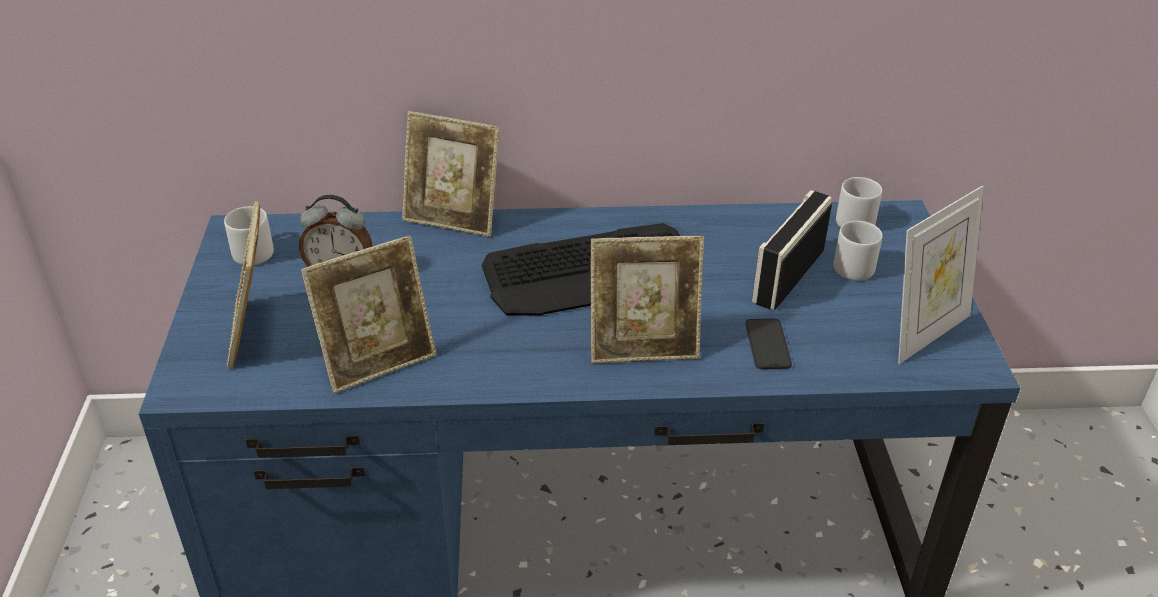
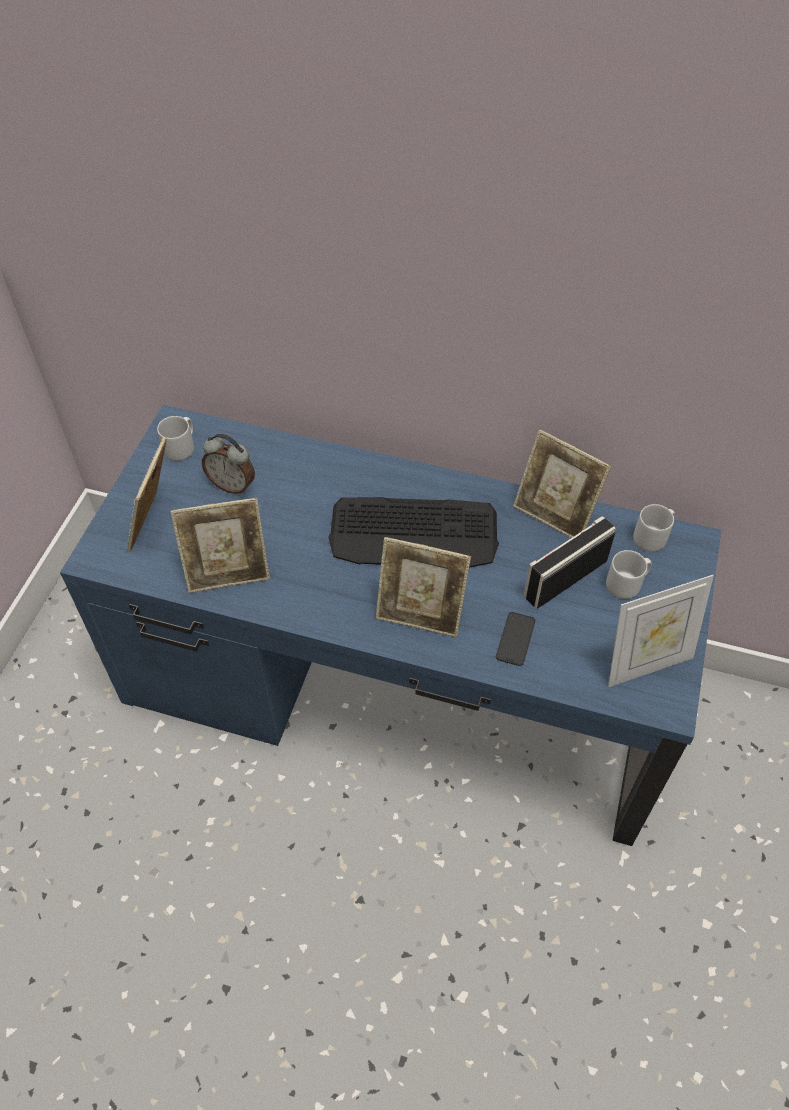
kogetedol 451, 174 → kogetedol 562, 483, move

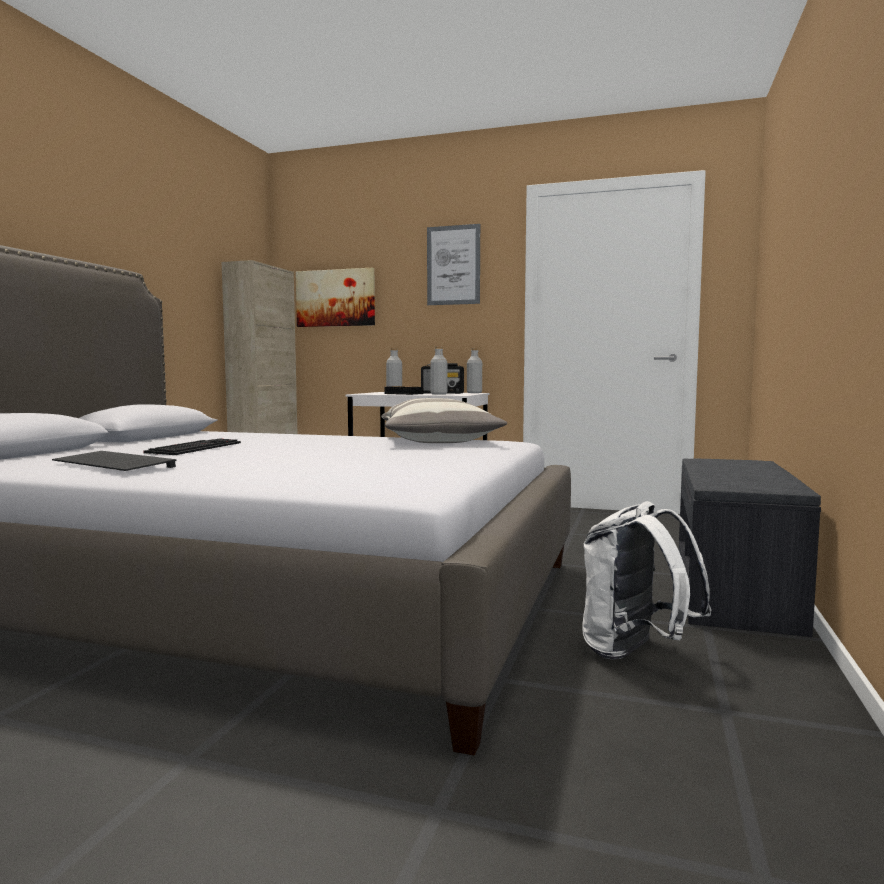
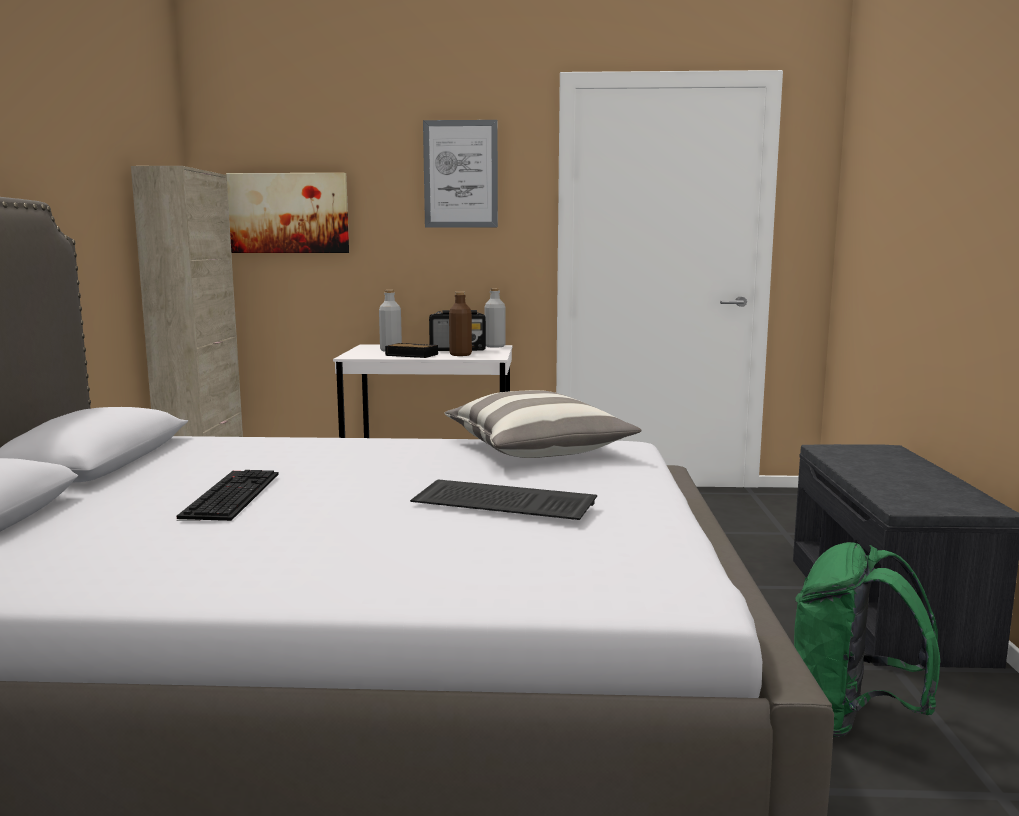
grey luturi 438, 371 → brown luturi 460, 324
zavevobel 114, 461 → zavevobel 503, 499, move
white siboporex 647, 580 → green siboporex 867, 639

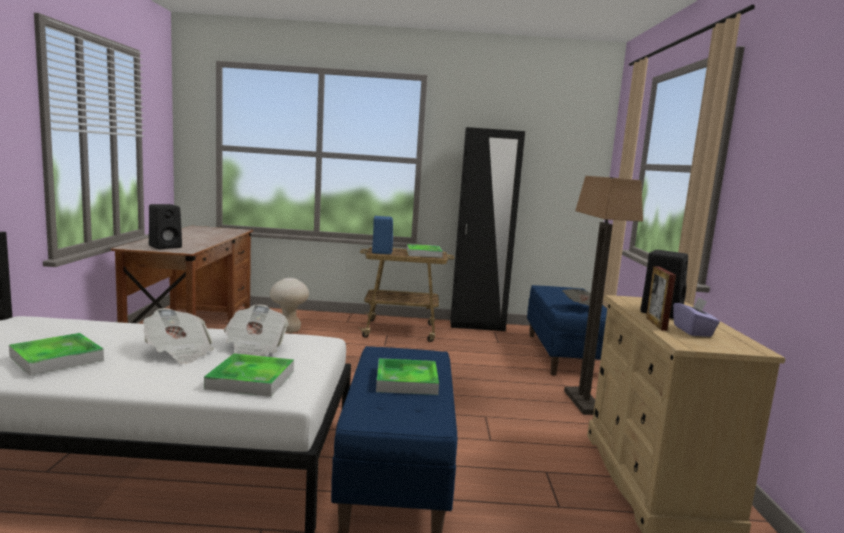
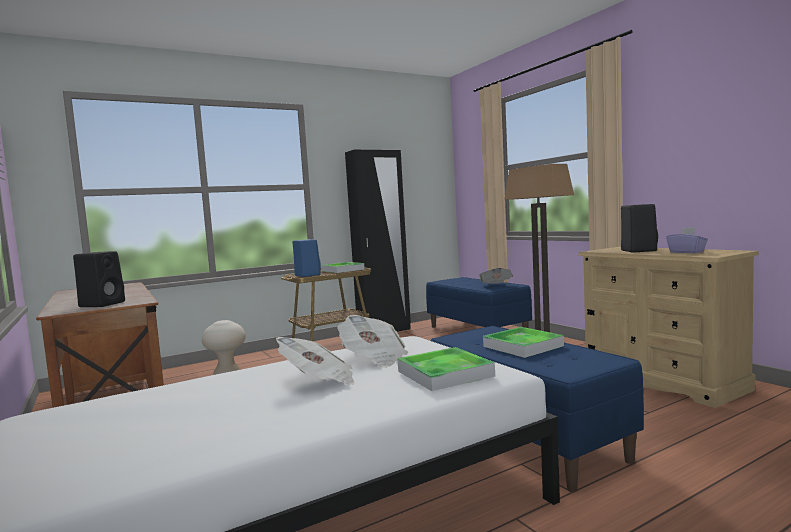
kogetedol 661, 298 → -
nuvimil 56, 354 → -

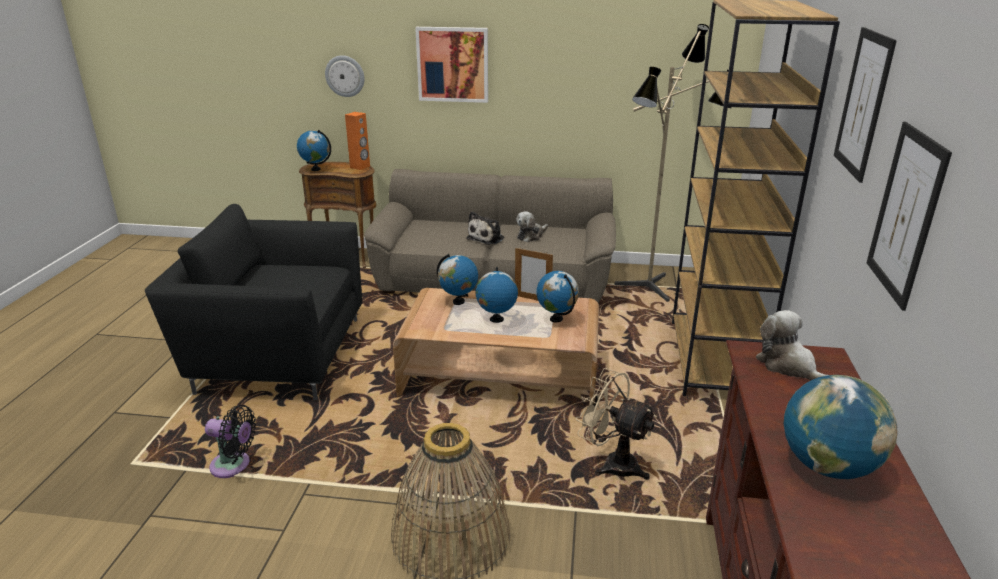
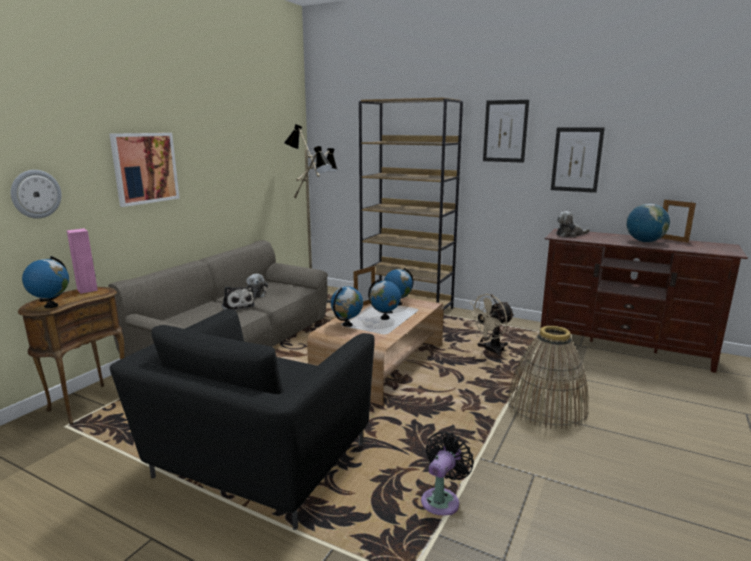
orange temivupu 357, 141 → pink temivupu 82, 261
- → kogetedol 678, 221

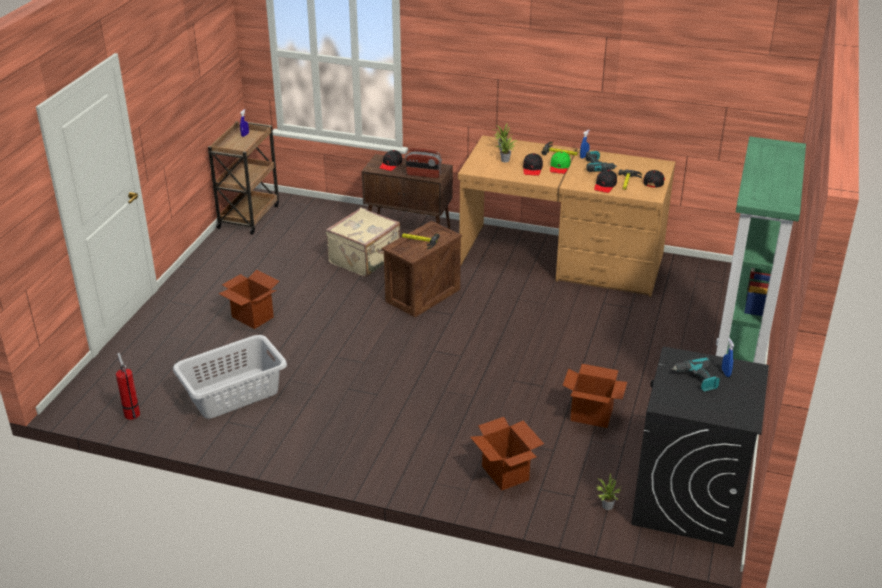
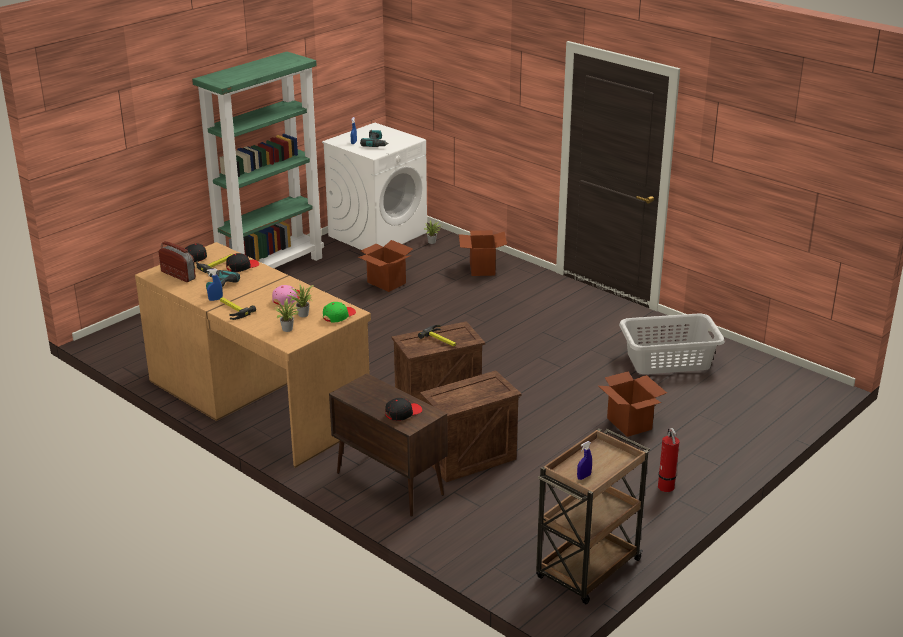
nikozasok 423, 163 → nikozasok 177, 261, move
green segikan 560, 162 → green segikan 339, 312, move
black segikan 533, 164 → pink segikan 286, 295
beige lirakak 362, 242 → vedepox 471, 426
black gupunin 700, 447 → white gupunin 374, 186
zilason 128, 386 → zilason 668, 460, move

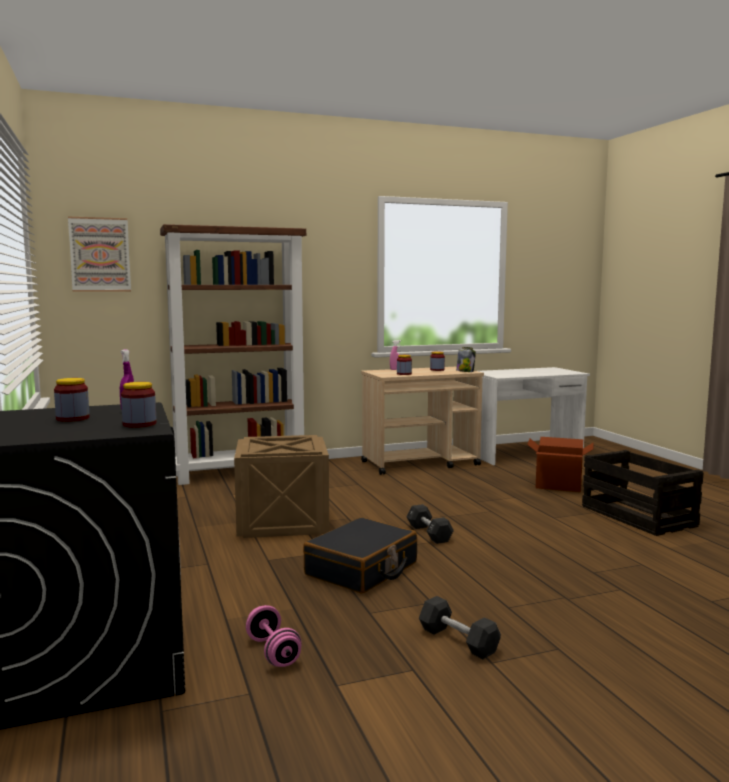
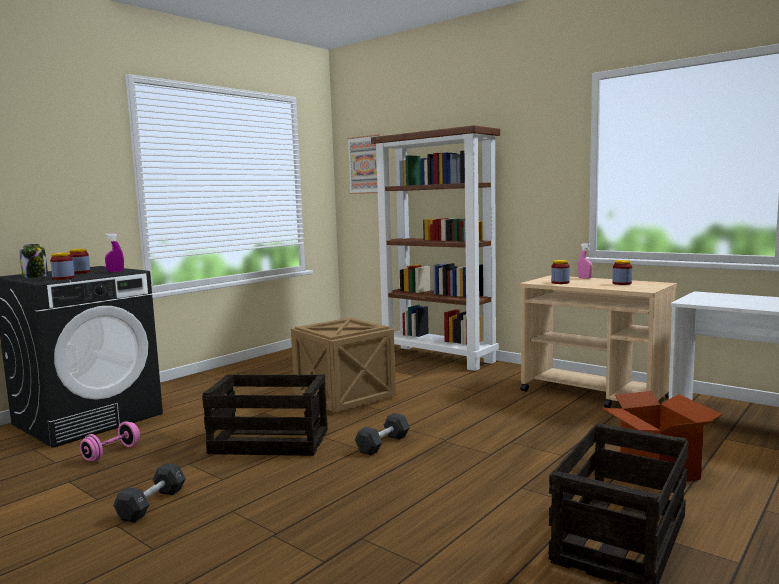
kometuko 466, 359 → kometuko 33, 261, move
black lirakak 360, 555 → vedepox 265, 415

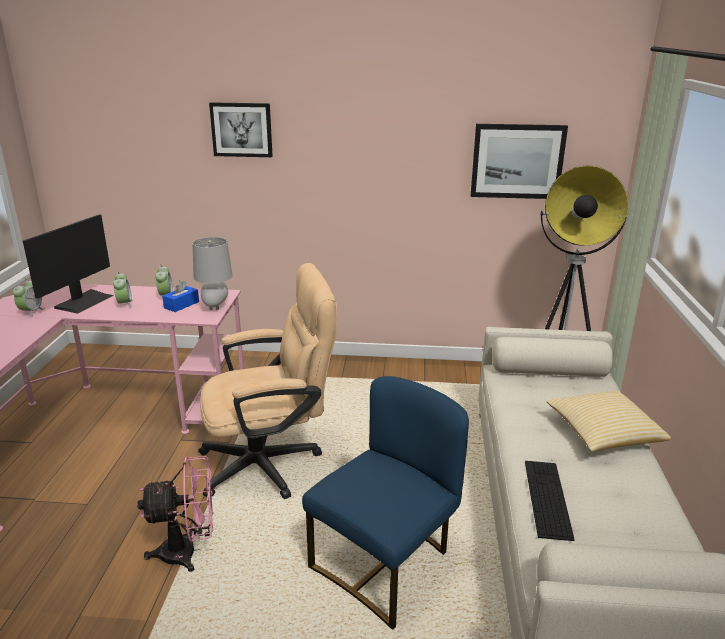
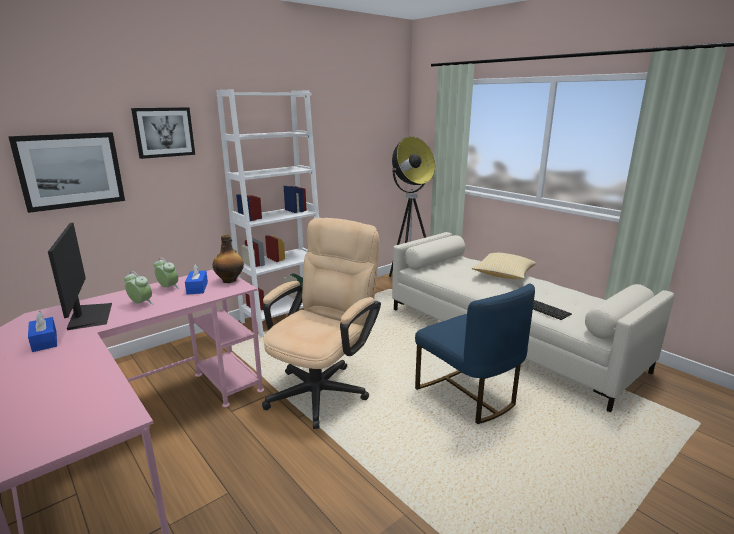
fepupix 519, 161 → fepupix 66, 172, move
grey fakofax 213, 273 → luturi 228, 258
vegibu 29, 298 → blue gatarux 42, 331
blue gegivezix 385, 503 → blue gegivezix 475, 353, 150 degrees clockwise
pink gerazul 175, 514 → -
- → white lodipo 267, 213

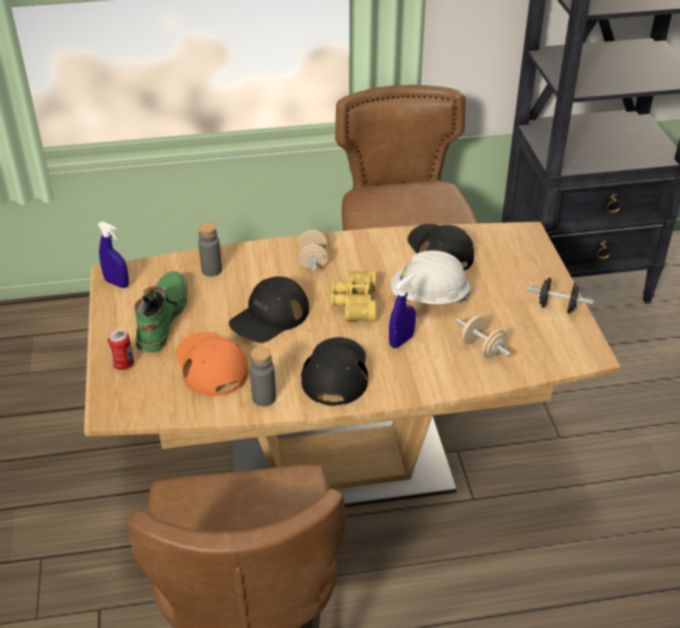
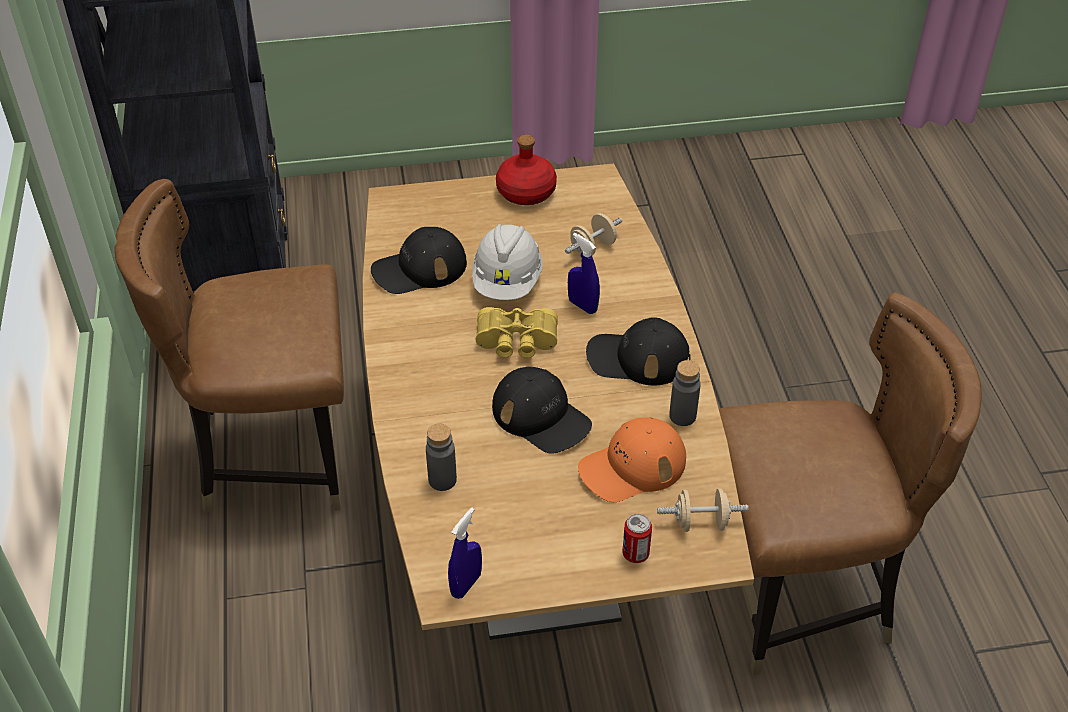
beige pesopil 313, 250 → beige pesopil 703, 510, move
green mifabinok 161, 312 → -
black pesopil 560, 295 → red luturi 526, 170

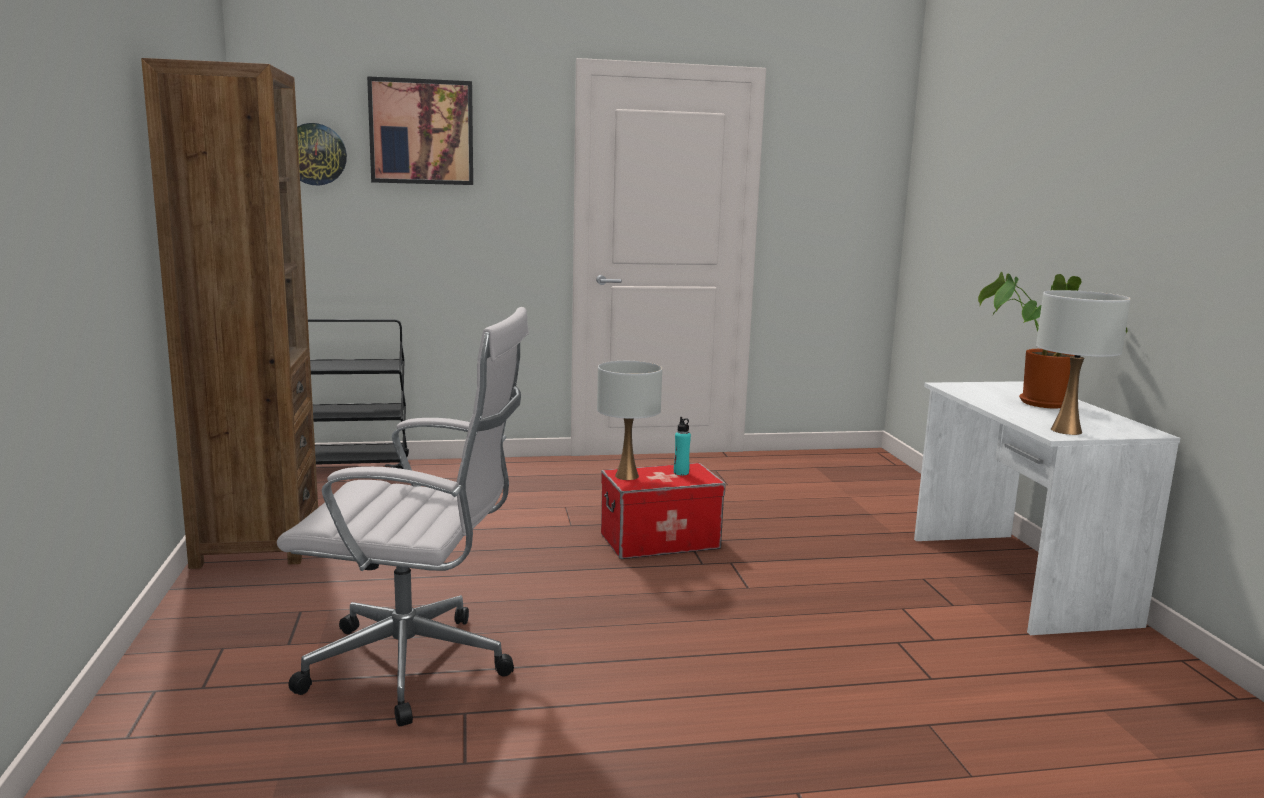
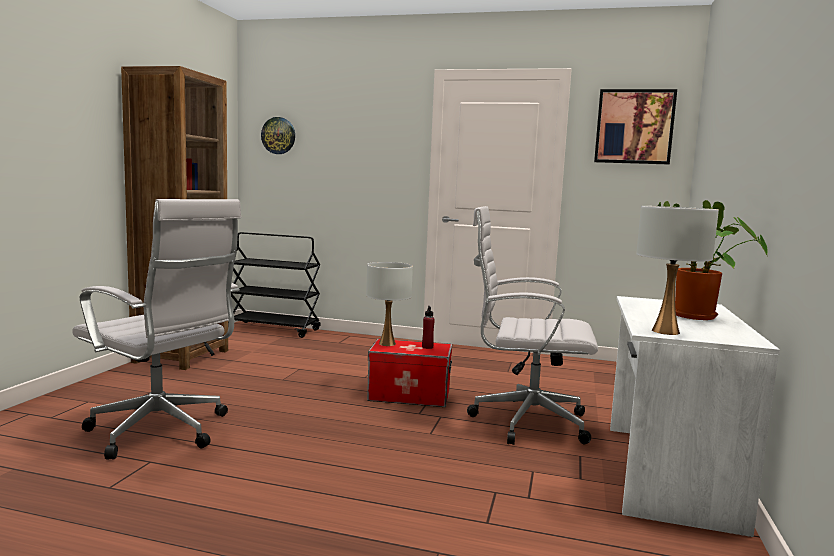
fepupix 420, 130 → fepupix 635, 126, move
turquoise luturi 682, 446 → red luturi 428, 327
- → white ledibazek 532, 325

